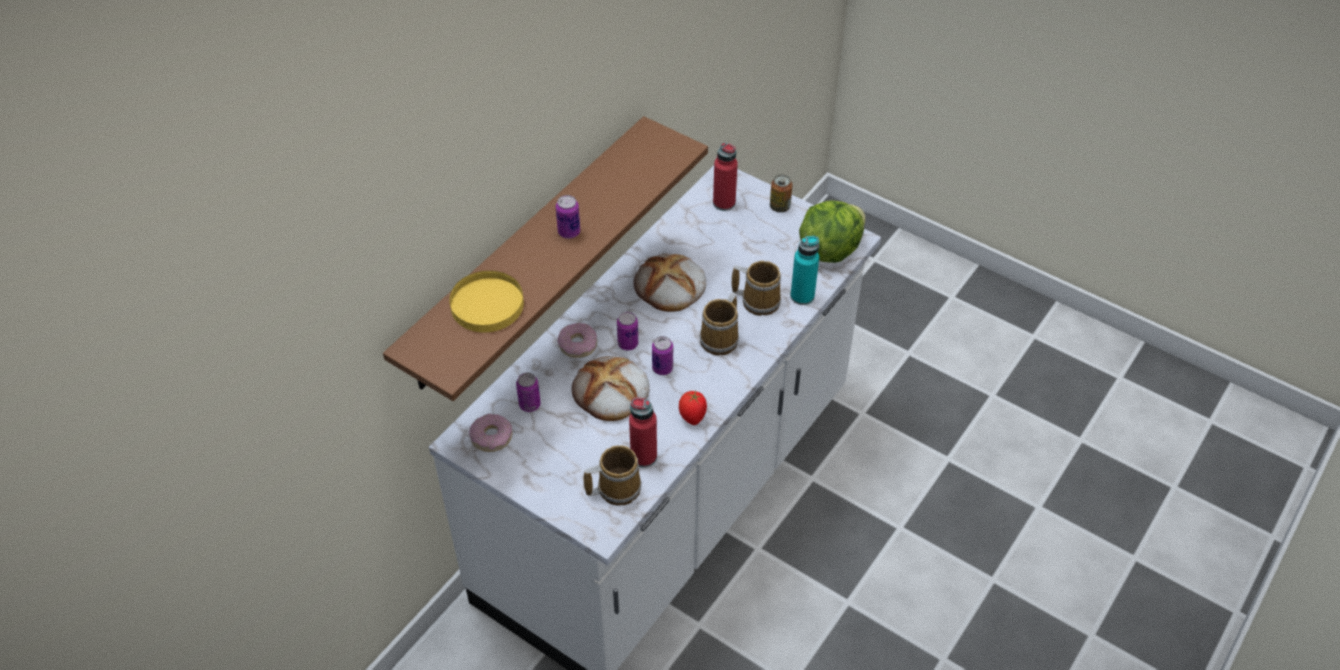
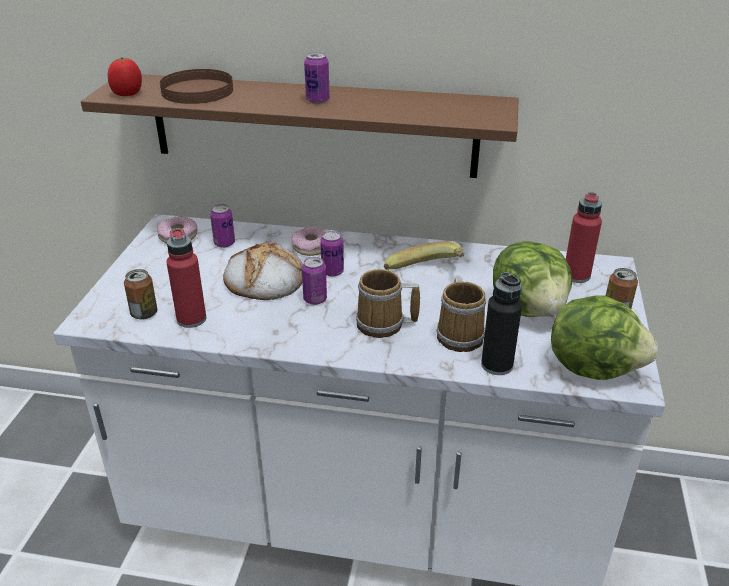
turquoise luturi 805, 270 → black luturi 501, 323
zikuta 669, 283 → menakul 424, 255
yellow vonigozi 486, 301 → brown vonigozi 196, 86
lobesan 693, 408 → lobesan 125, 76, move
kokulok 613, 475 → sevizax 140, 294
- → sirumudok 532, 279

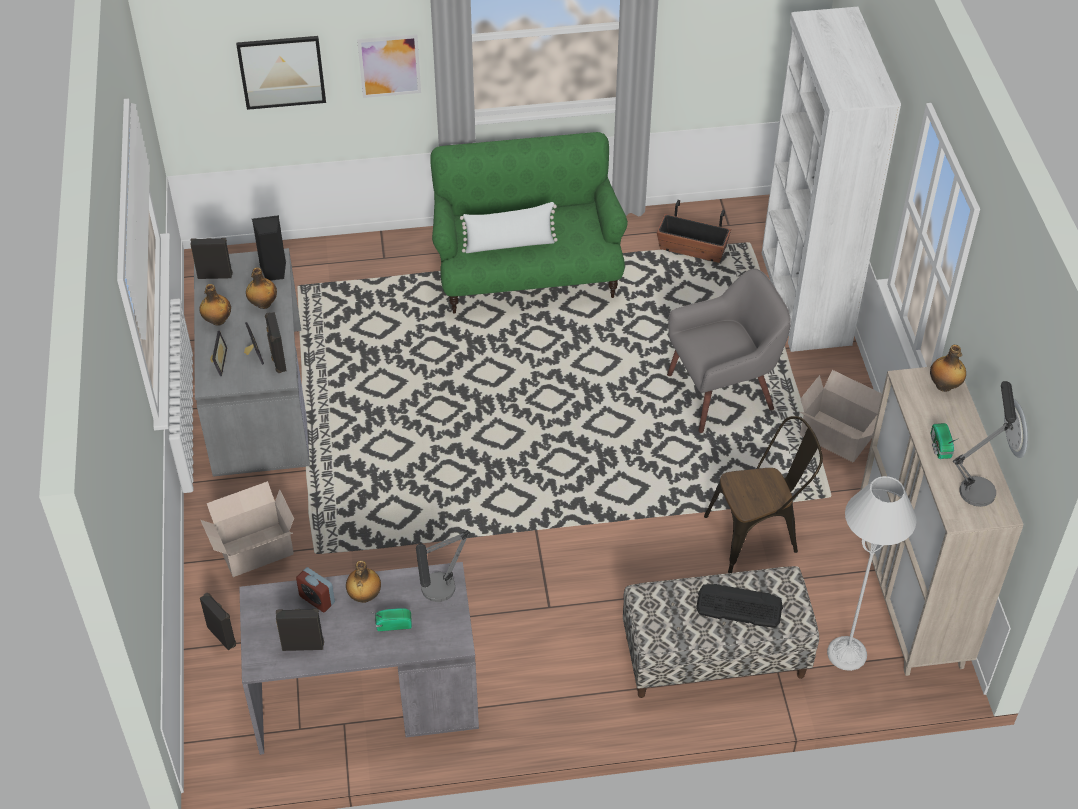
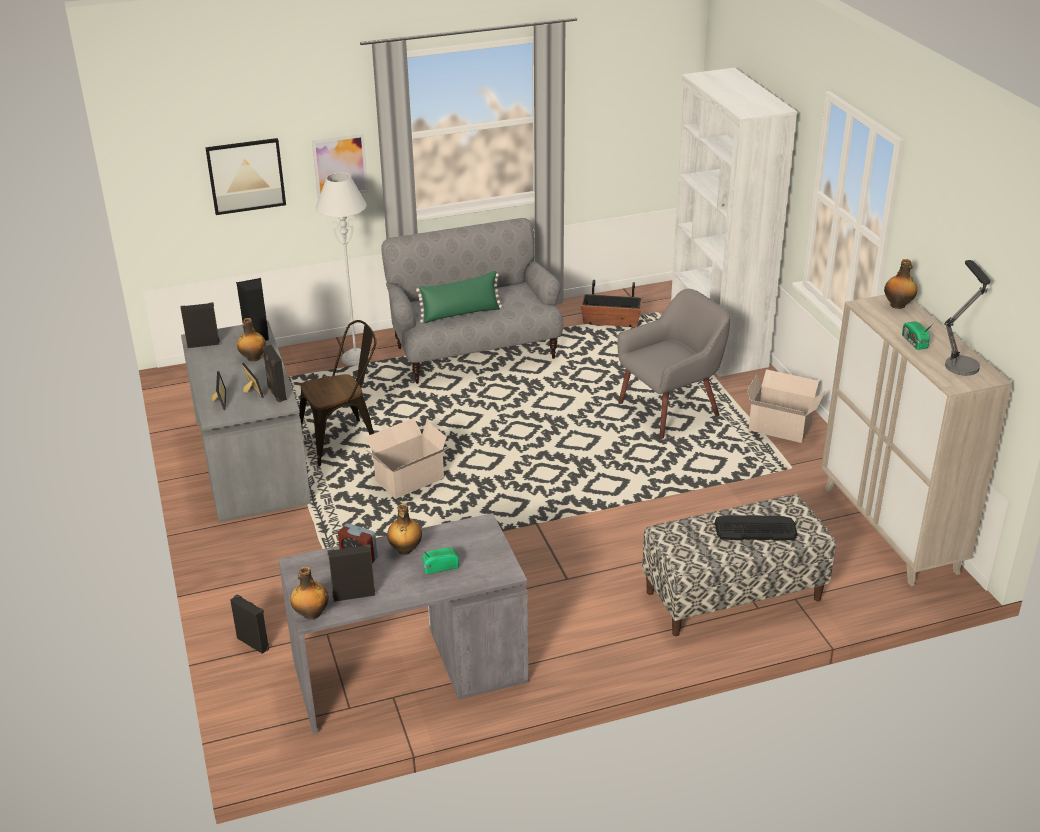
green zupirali 529, 223 → grey zupirali 472, 301
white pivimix 509, 227 → green pivimix 459, 297
luturi 215, 305 → luturi 309, 593, move
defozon 1016, 428 → -
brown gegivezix 763, 494 → brown gegivezix 338, 393, move
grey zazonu 871, 573 → grey zazonu 343, 269, move
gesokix 247, 529 → gesokix 406, 458, move
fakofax 443, 566 → -

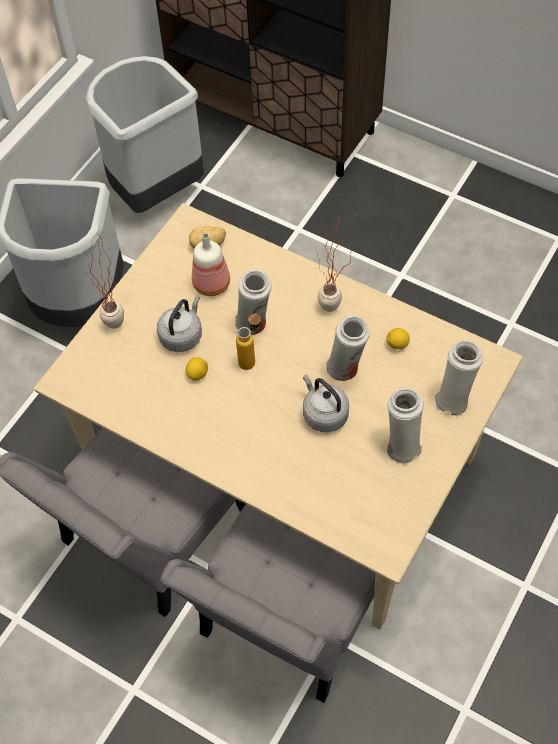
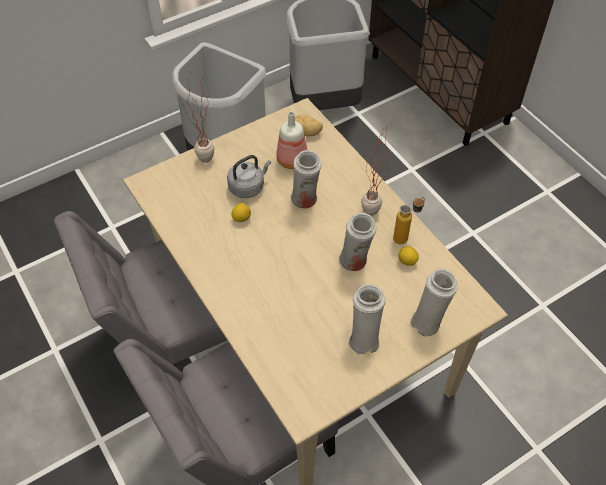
luturi 248, 341 → luturi 409, 220, move
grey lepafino 326, 403 → -

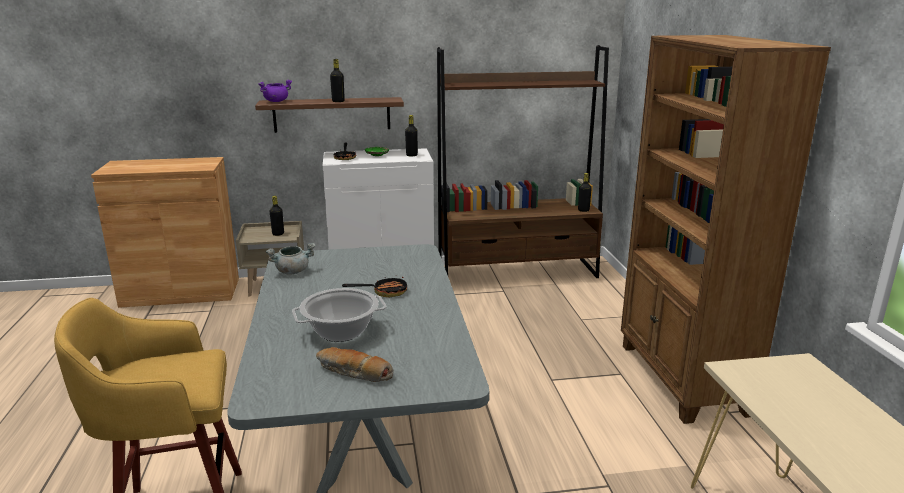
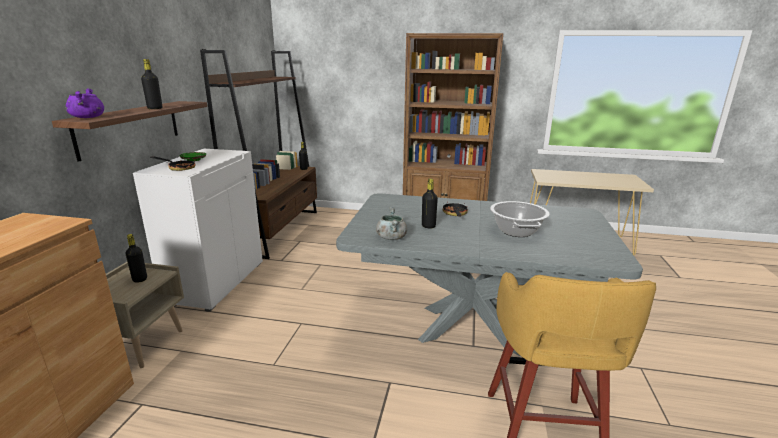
black luturi 411, 135 → black luturi 430, 203, move
zikuta 354, 364 → -

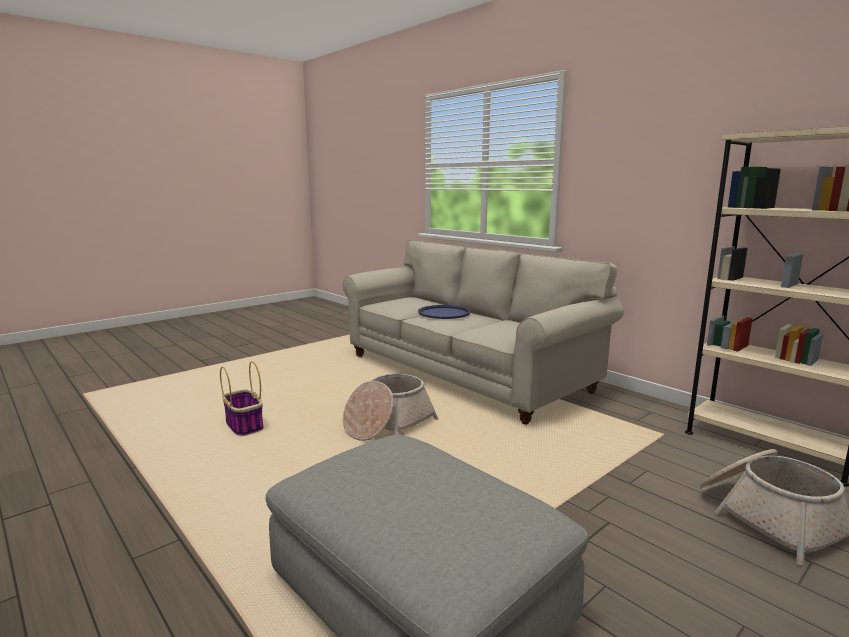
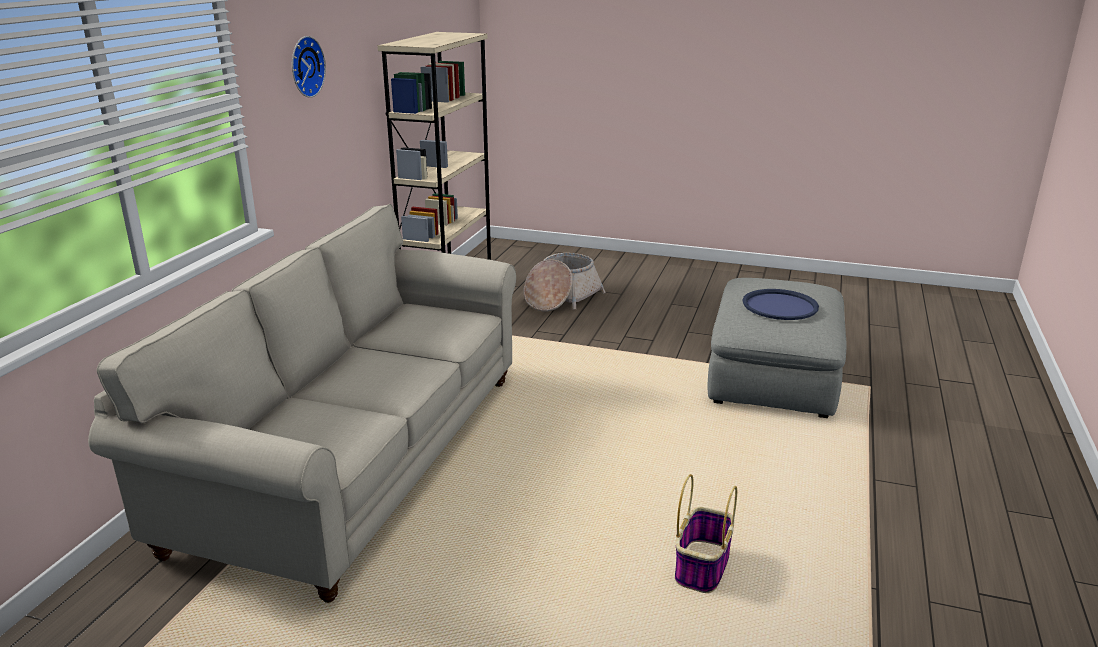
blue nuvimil 444, 312 → blue nuvimil 780, 304, move
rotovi 390, 407 → -
- → defozon 309, 67

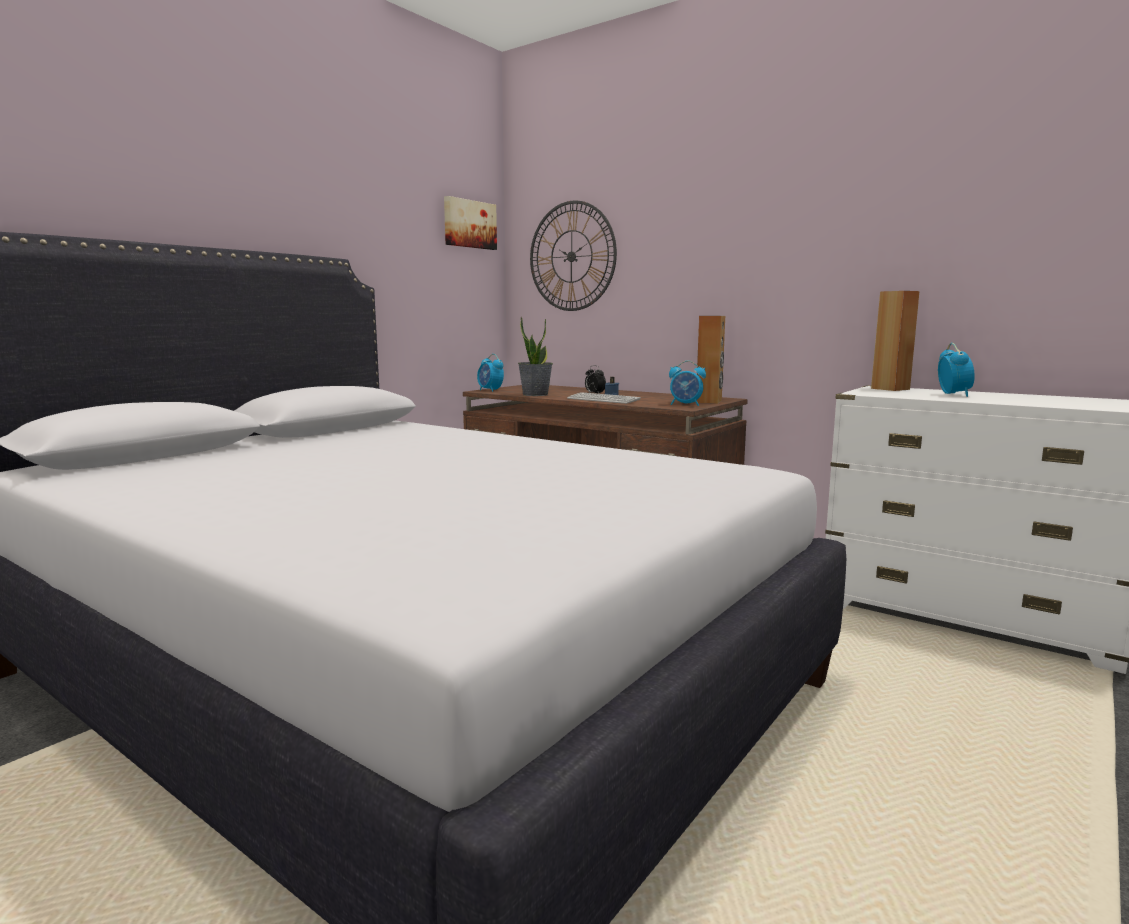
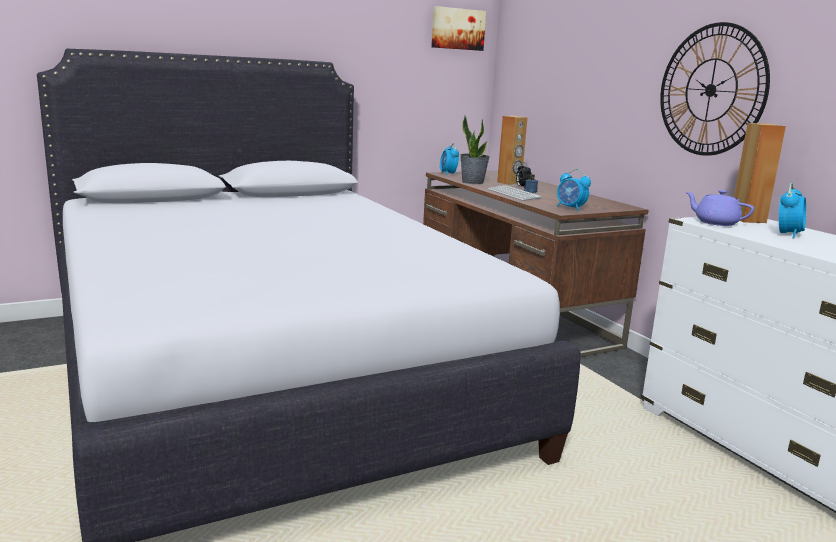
defozon 573, 255 → defozon 715, 89, move
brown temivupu 711, 360 → brown temivupu 512, 150, move
- → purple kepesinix 720, 208

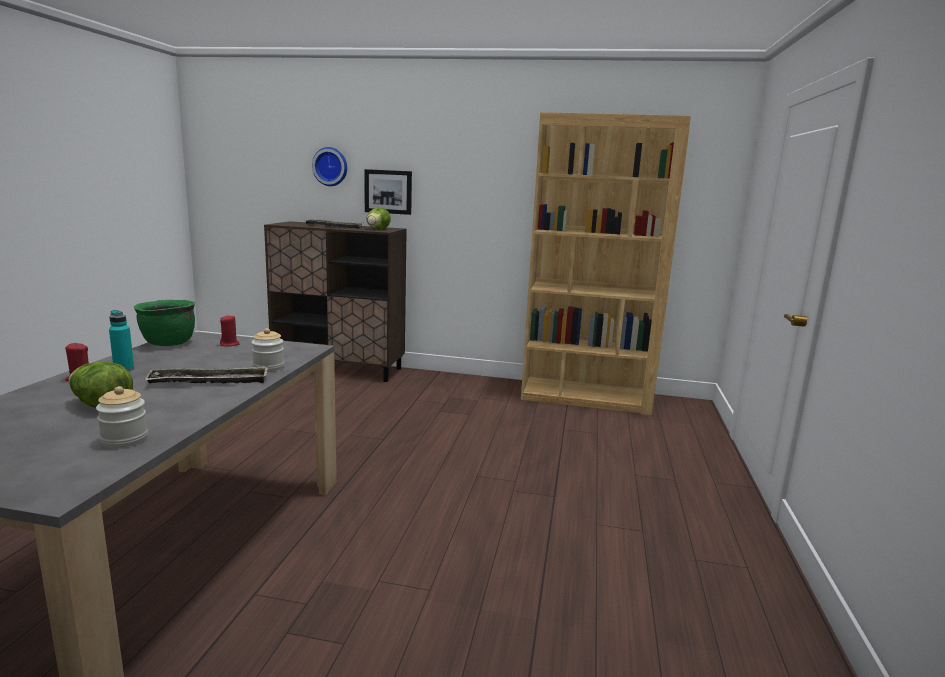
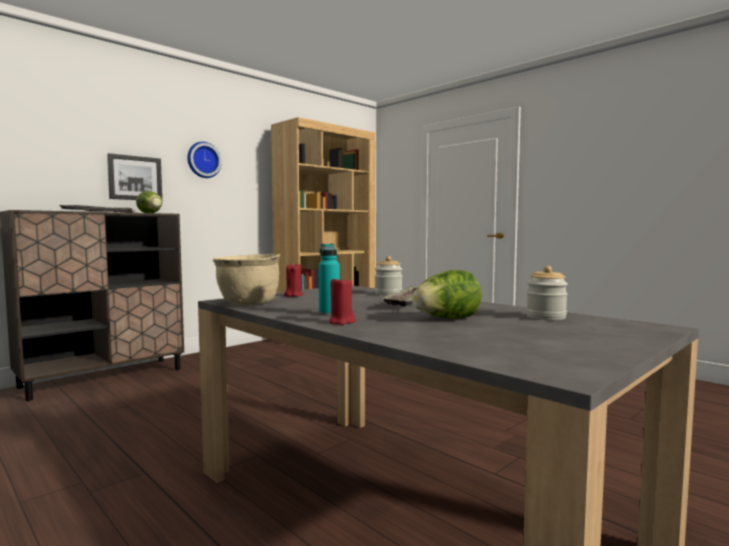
defozon 329, 166 → defozon 204, 160, move
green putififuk 164, 323 → beige putififuk 246, 279

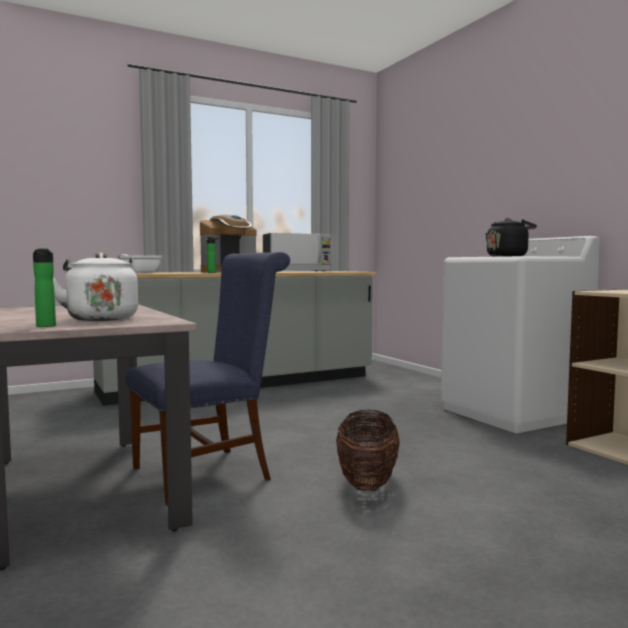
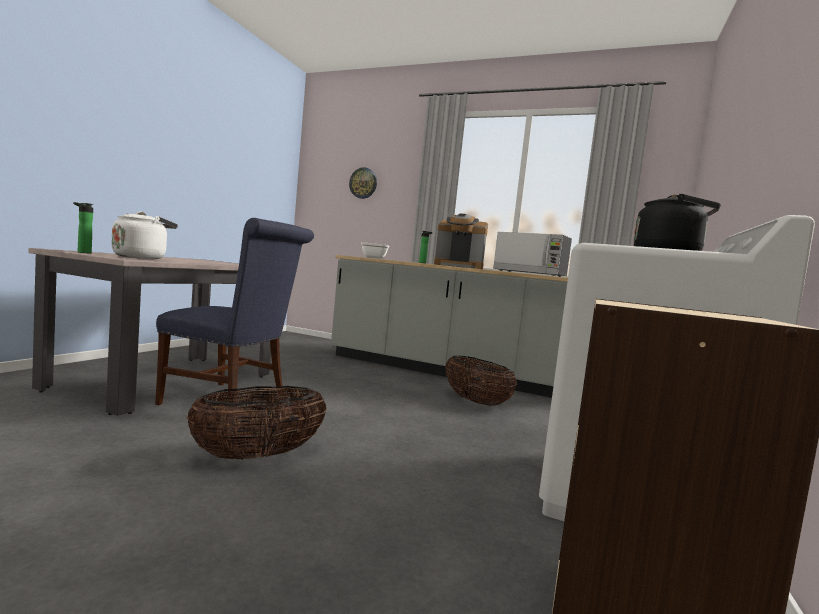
- → defozon 363, 183
- → rotovi 481, 381

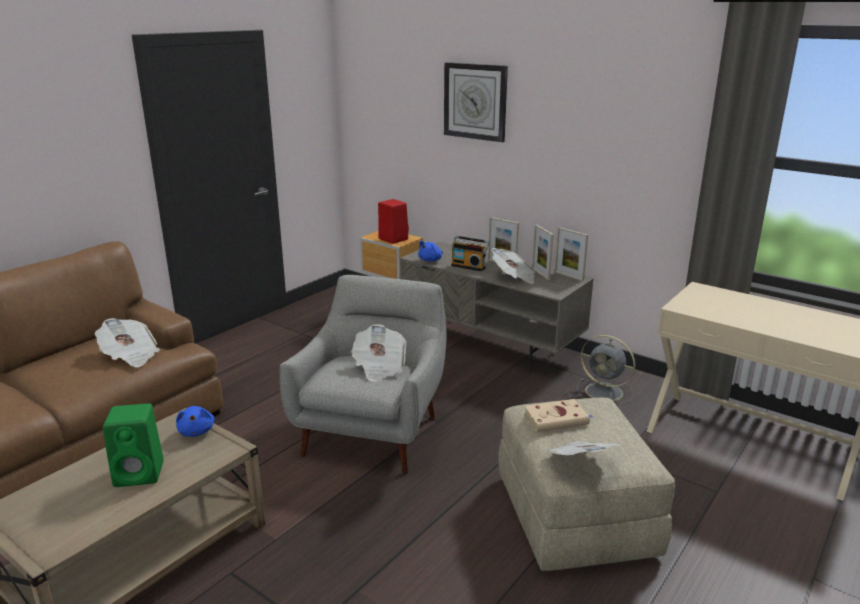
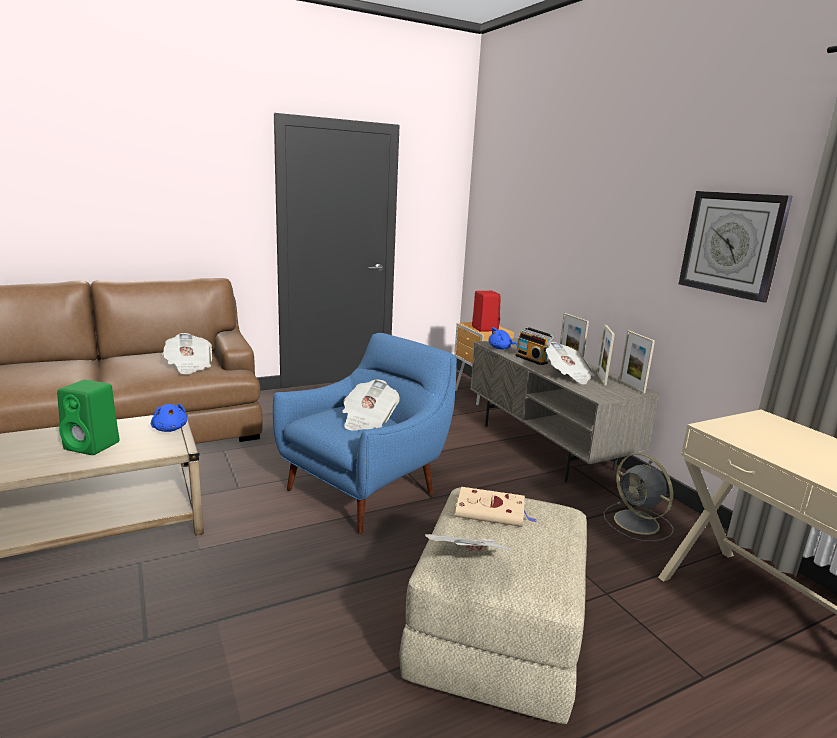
defozon 476, 102 → defozon 736, 247, move
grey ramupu 363, 374 → blue ramupu 365, 433
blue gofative 195, 421 → blue gofative 169, 418, 45 degrees counterclockwise

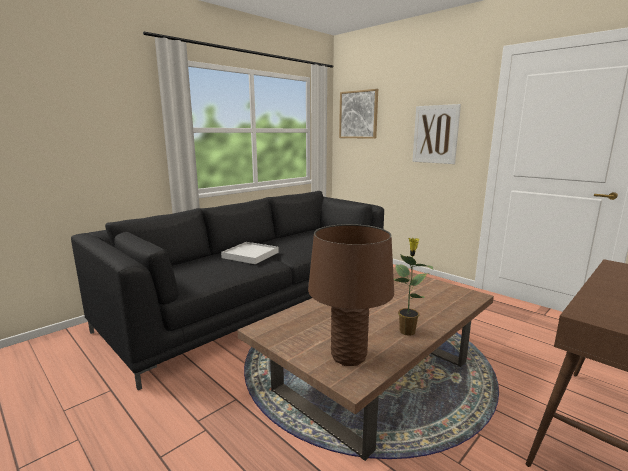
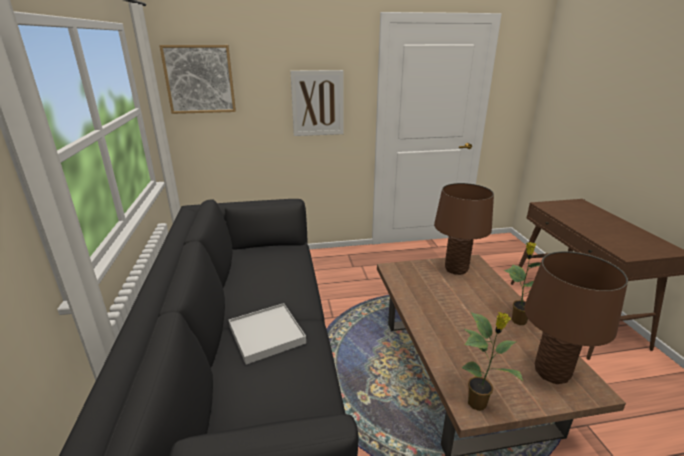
- → brown fakofax 464, 229
- → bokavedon 492, 361

